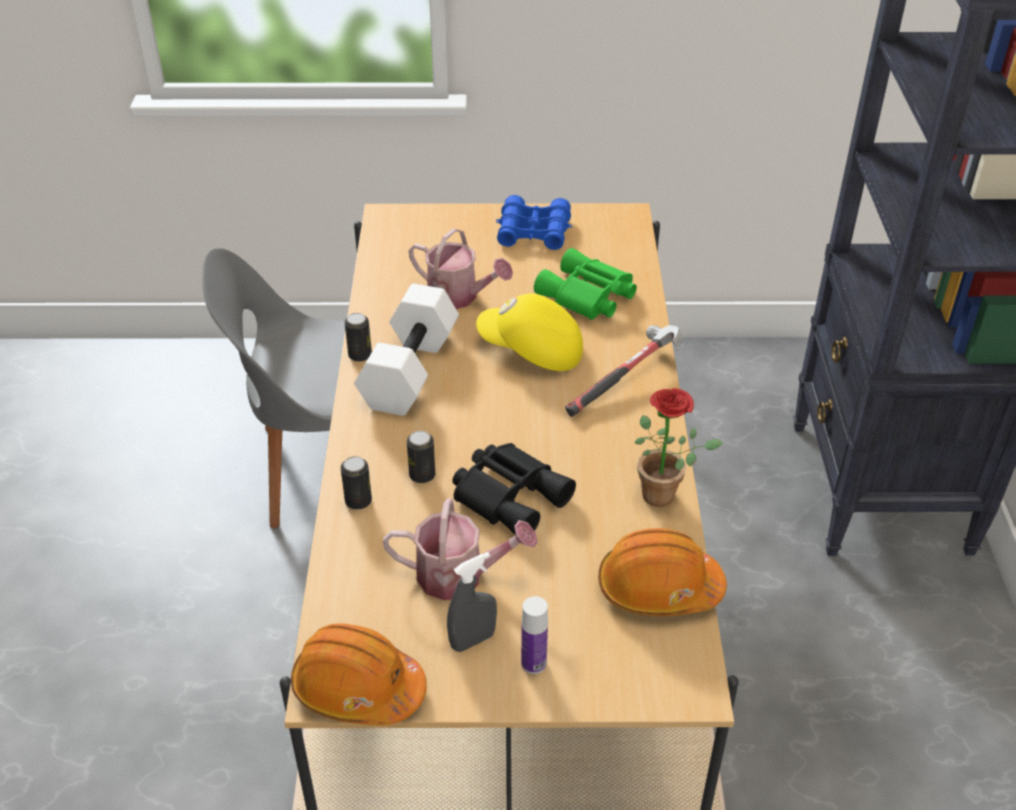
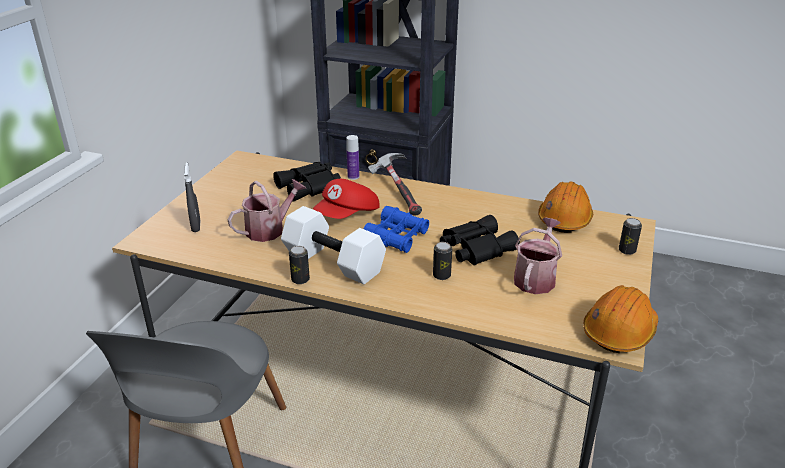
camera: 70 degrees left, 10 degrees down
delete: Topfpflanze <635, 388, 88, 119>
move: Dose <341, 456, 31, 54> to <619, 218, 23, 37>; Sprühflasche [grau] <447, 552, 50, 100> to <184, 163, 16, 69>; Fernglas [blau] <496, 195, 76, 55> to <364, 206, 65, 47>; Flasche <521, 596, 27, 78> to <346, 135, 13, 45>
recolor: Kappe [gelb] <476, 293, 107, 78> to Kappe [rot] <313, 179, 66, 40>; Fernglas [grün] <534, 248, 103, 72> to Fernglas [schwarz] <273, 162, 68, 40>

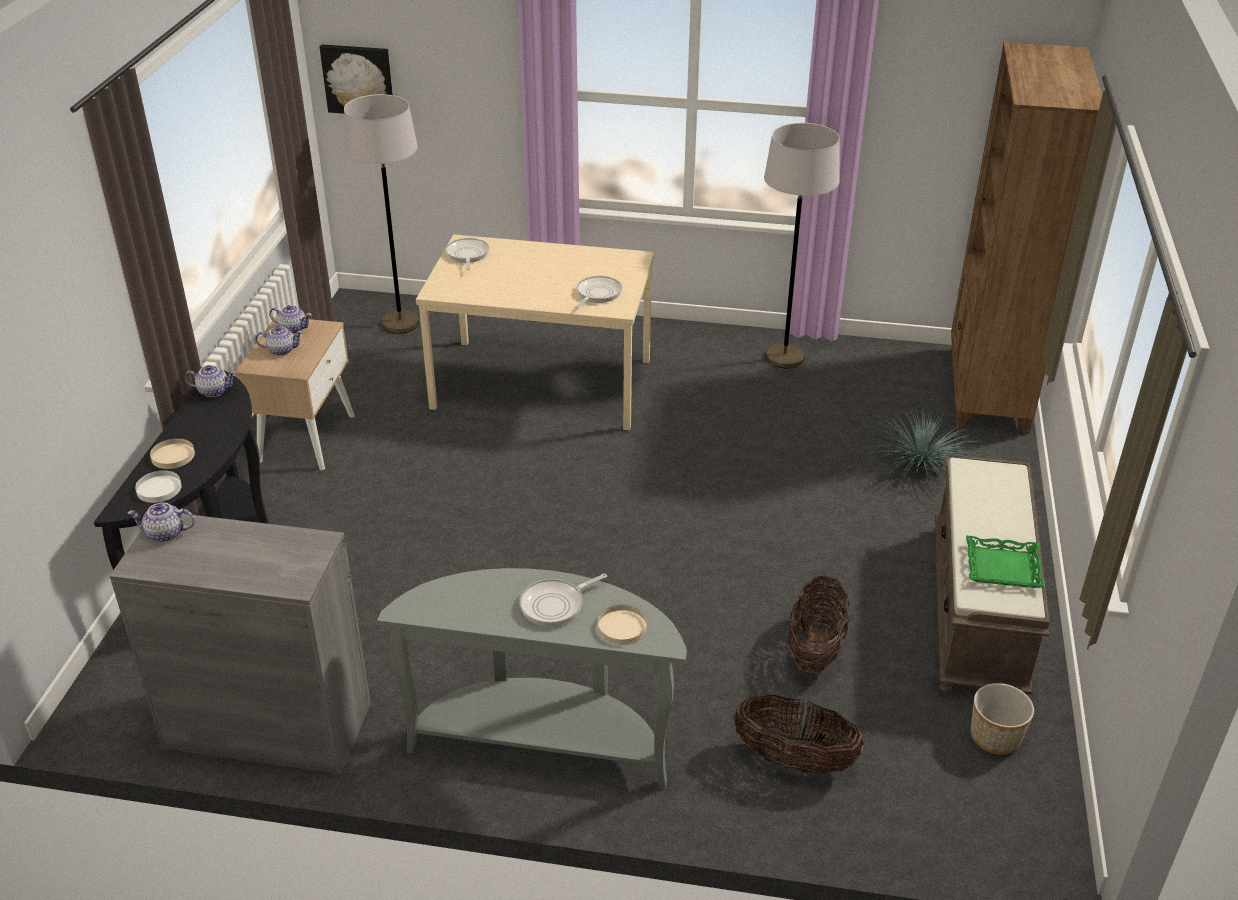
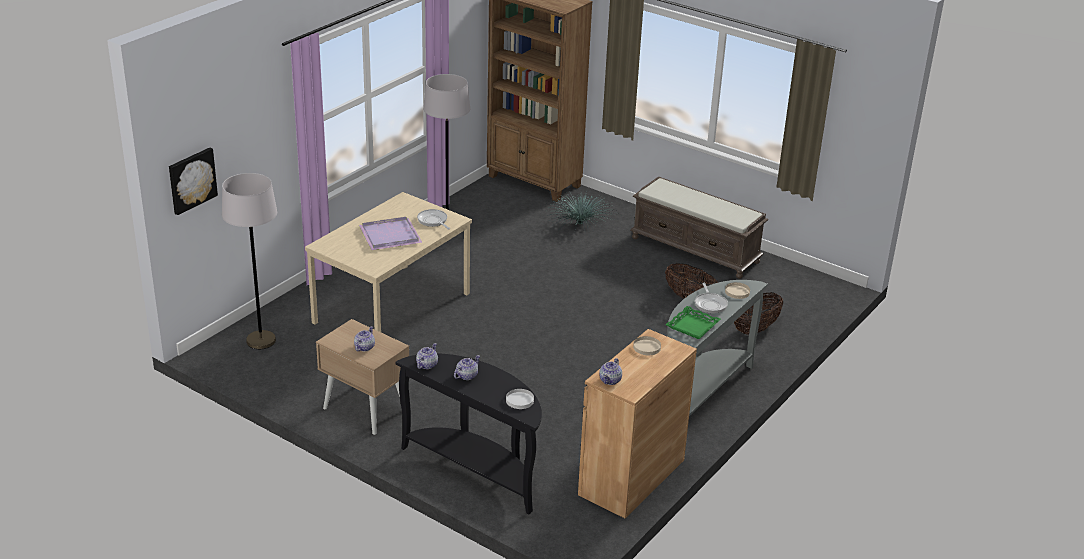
camera: 65 degrees left, 5 degrees down
delete: Pfanne <446, 238, 43, 32>; Pflanzkübel <971, 683, 63, 72>
insert: Tablett [lila] <359, 217, 63, 33>
move: Teller [beige] <150, 438, 45, 31> to <633, 336, 28, 19>; Teekanne <269, 305, 43, 29> to <454, 355, 26, 25>; Tablett [grün] <966, 536, 79, 52> to <666, 306, 55, 33>
recolor: Schrank [grau] <110, 514, 261, 260> to Schrank [braun] <578, 329, 119, 189>

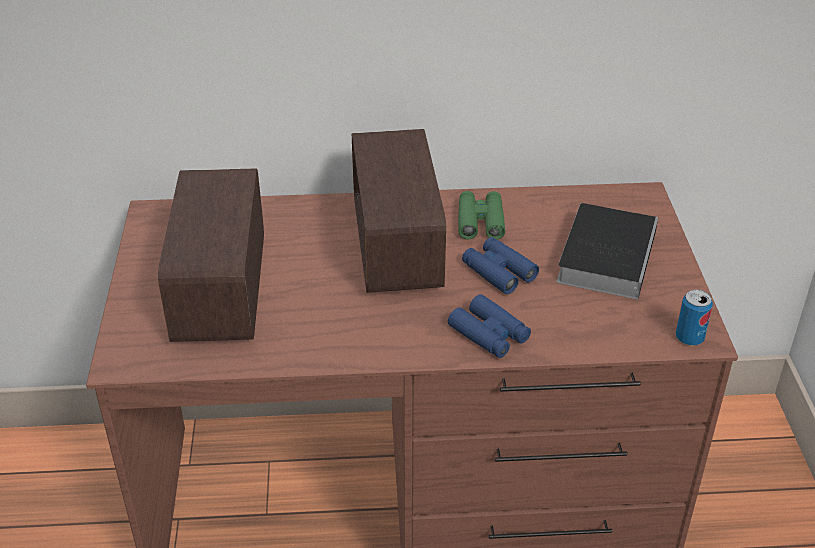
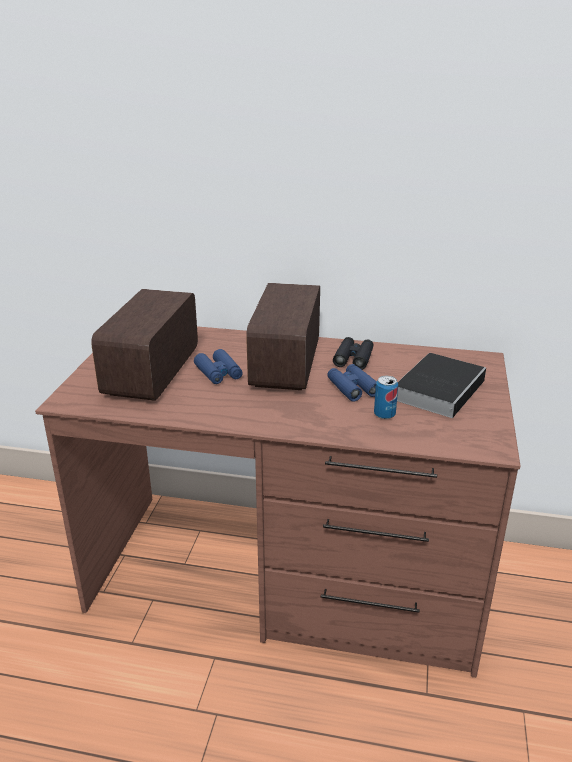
camera: 15 degrees right, 10 degrees down
move: Fernglas [blau] <448, 294, 83, 64> to <194, 349, 49, 35>; Dose <675, 290, 38, 56> to <374, 376, 24, 43>
recolor: Fernglas [grün] <458, 191, 47, 49> to Fernglas [schwarz] <333, 337, 41, 33>

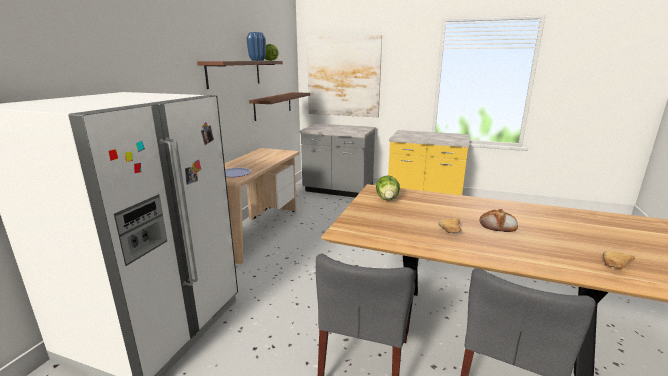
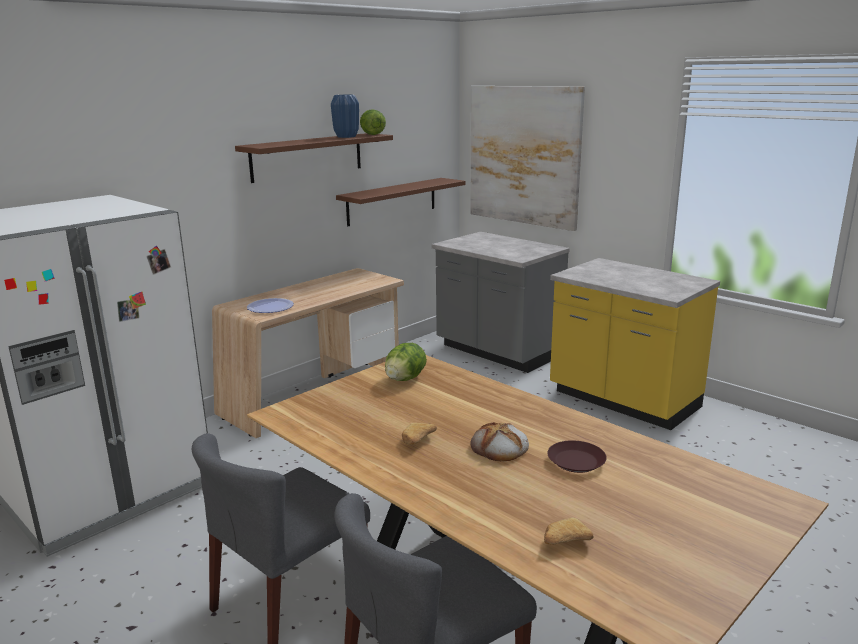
camera: 25 degrees right, 0 degrees up
insert: Teller [braun] <547, 440, 60, 33>

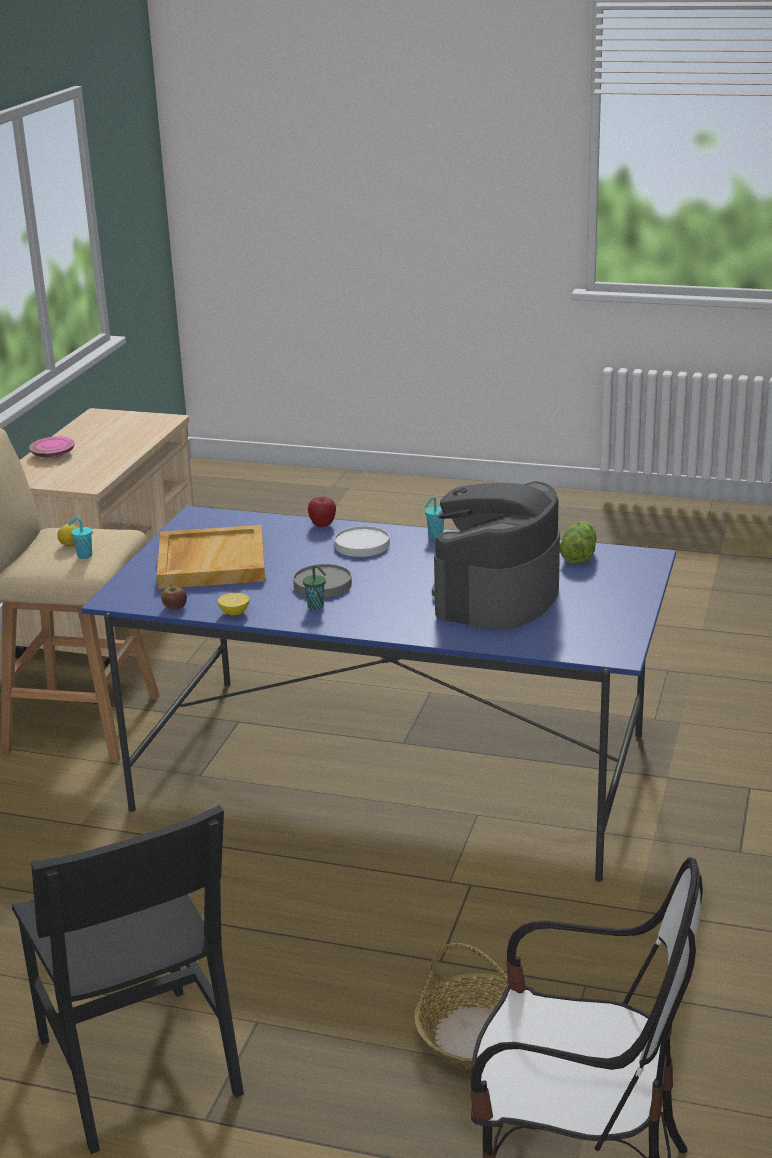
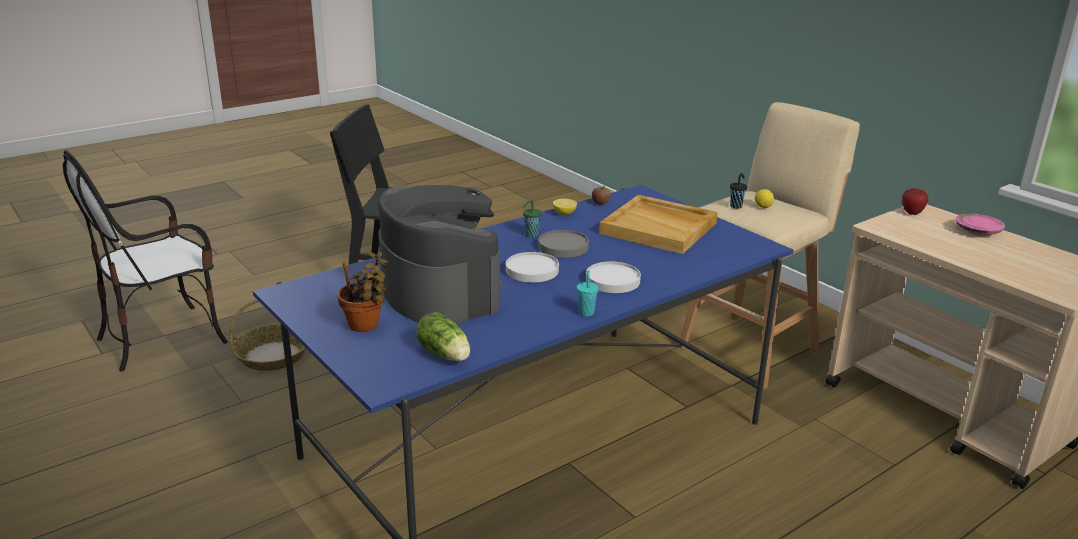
camera: 125 degrees right, 0 degrees up
insert: Topfpflanze <337, 251, 51, 81>; Teller [weiß] <506, 252, 53, 30>
move: Apfel <308, 497, 28, 30> to <902, 188, 27, 27>
recolor: Tasse [türkis] <68, 517, 25, 42> to Tasse [schwarz] <730, 173, 17, 36>

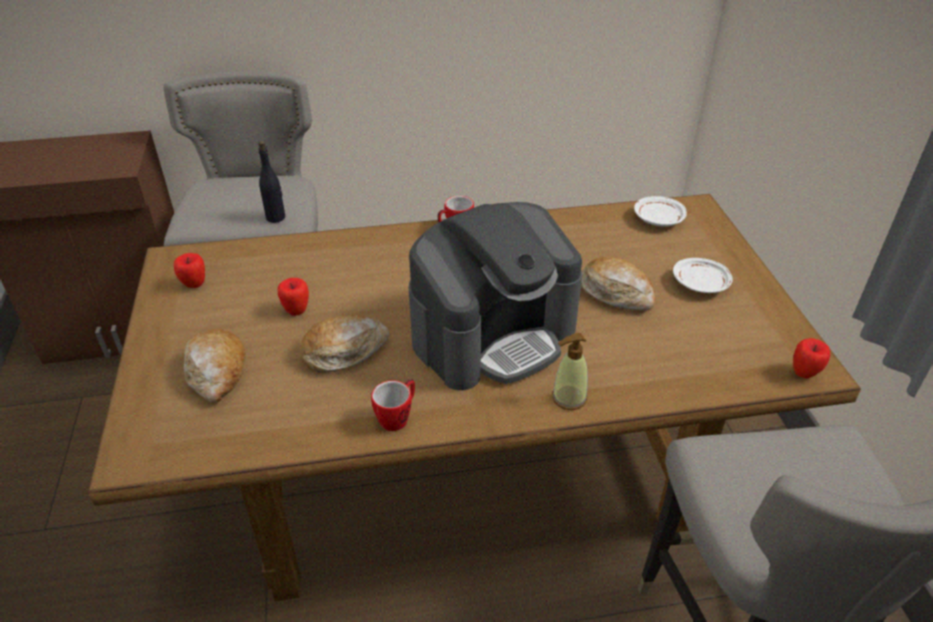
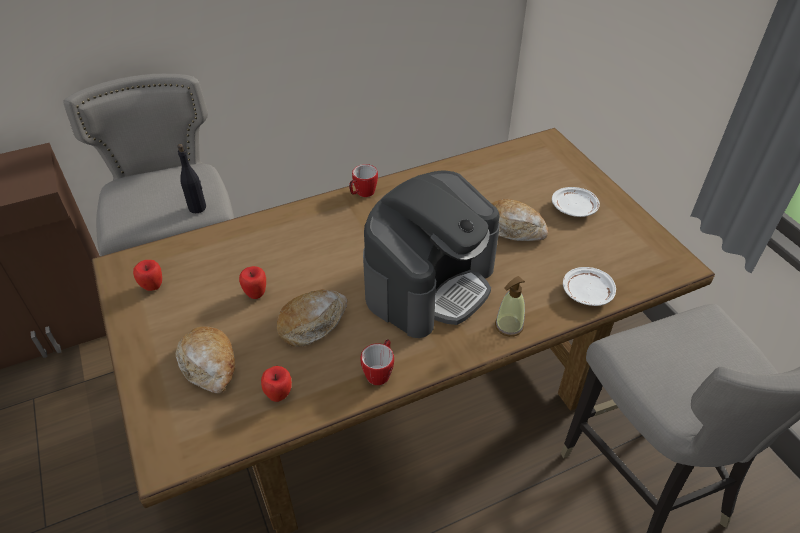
camera: 15 degrees left, 5 degrees up
move: Teller [weiß] <634, 196, 53, 31> to <563, 267, 53, 39>; Apfel <793, 338, 37, 40> to <261, 366, 31, 36>

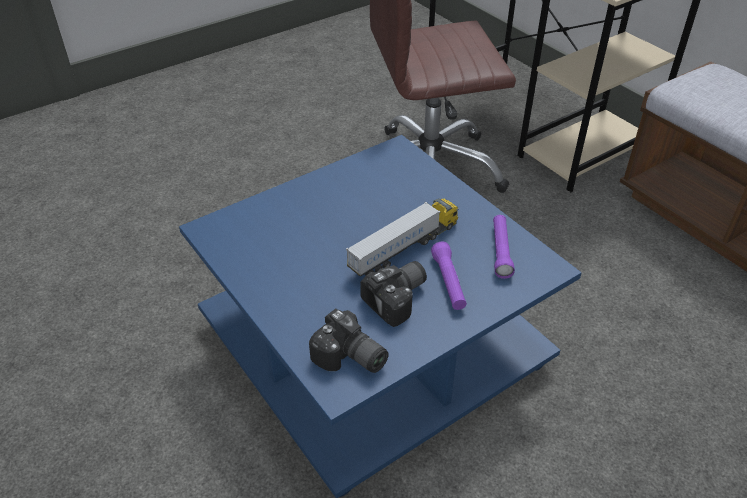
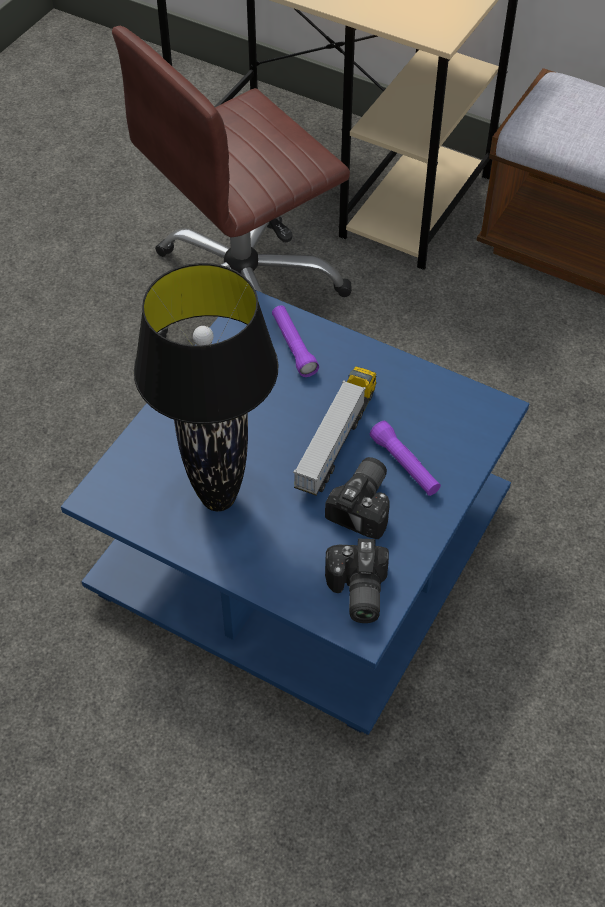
camera: 25 degrees left, 10 degrees up
insert: Tischlampe [schwarz] <134, 263, 145, 248>
move: Taschenlampe [lila] <493, 215, 22, 64> to <272, 305, 47, 72>
rotate: Kamera <309, 309, 80, 64> = <325, 539, 64, 84> 75 degrees clockwise

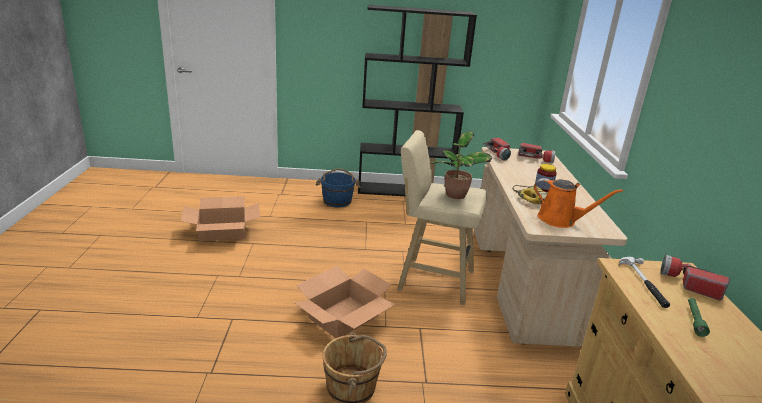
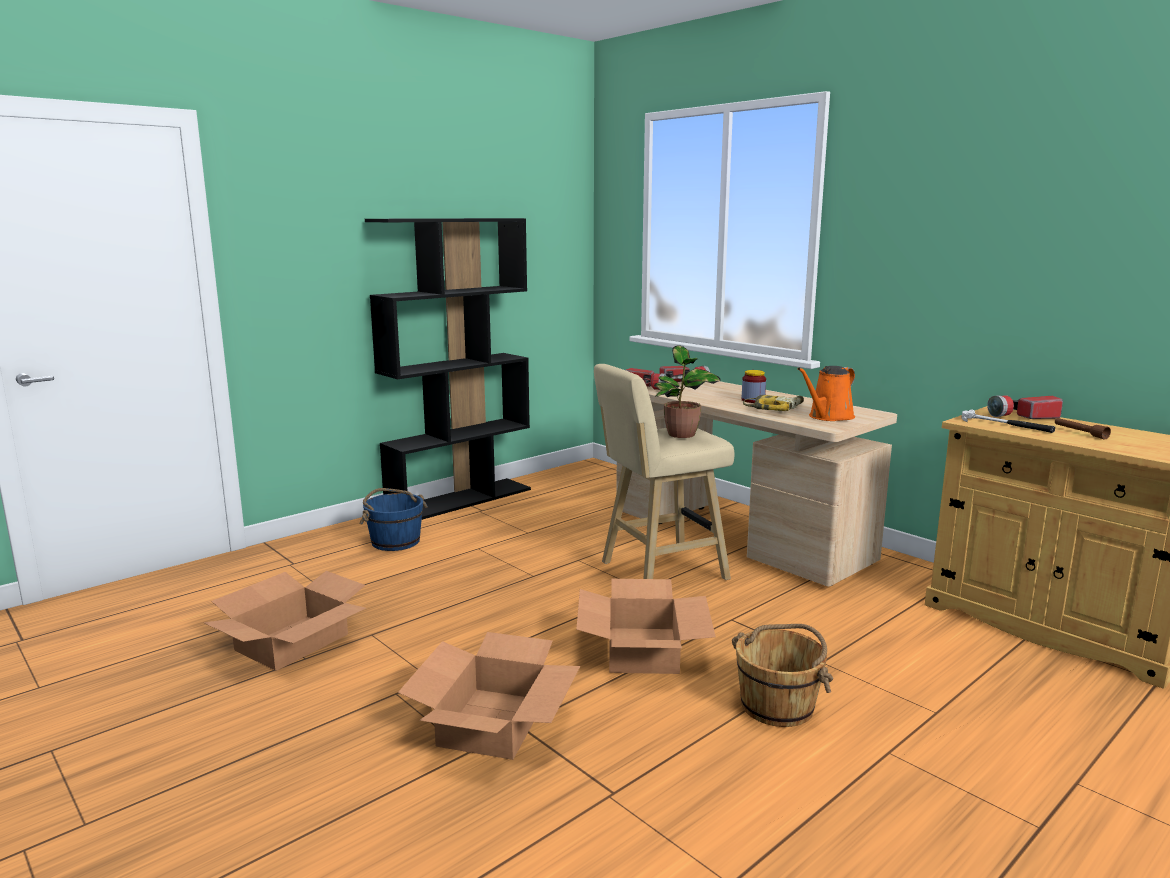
camera: 40 degrees left, 10 degrees down
insert: Karton <398, 632, 182, 128>
recolor: Taschenlampe [grün] <688, 298, 22, 39> to Taschenlampe [braun] <1055, 418, 56, 21>
rotate: Gießkanne [orange] <534, 178, 89, 50> = <798, 366, 57, 55> 150 degrees clockwise

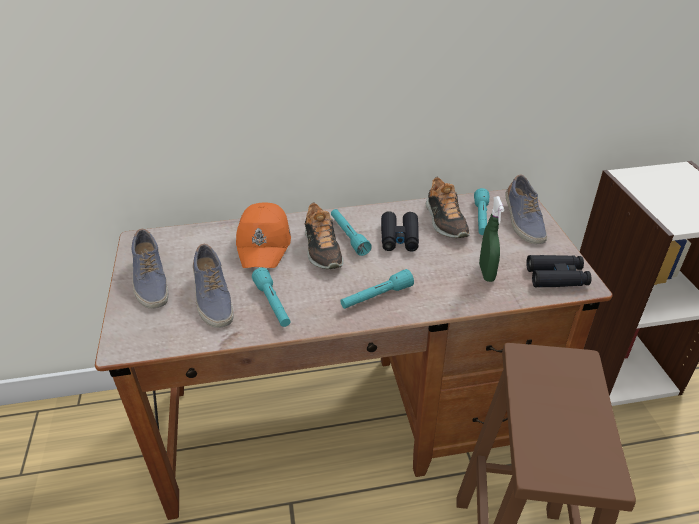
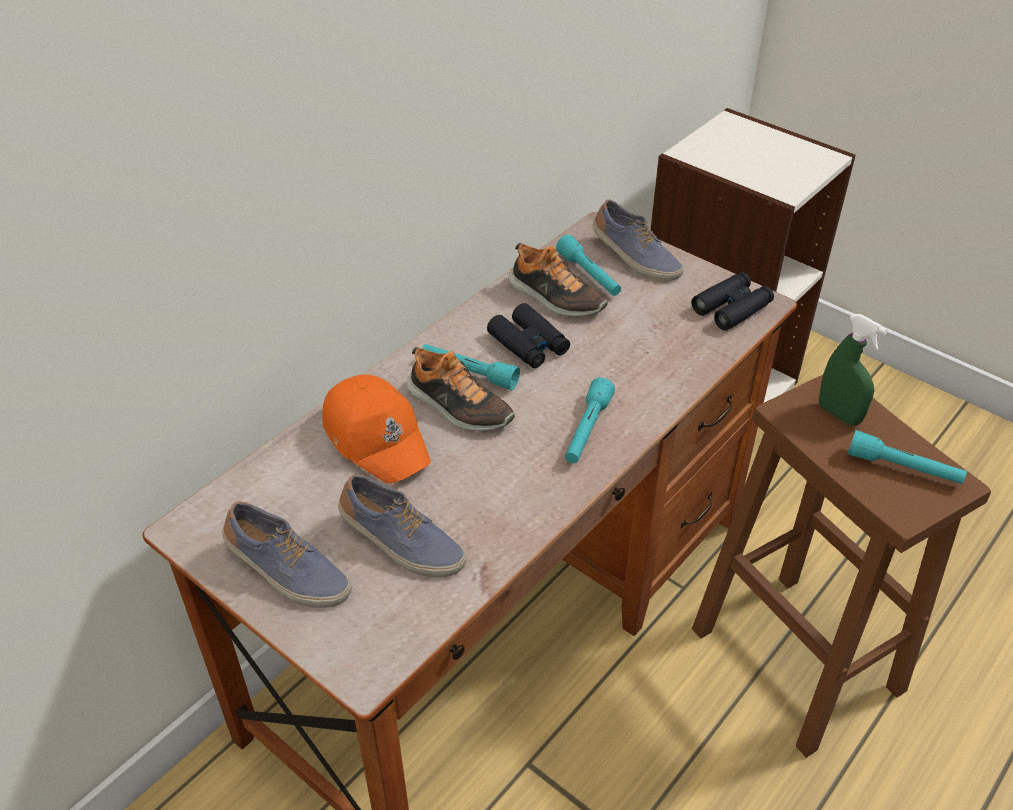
camera: 40 degrees left, 5 degrees up
move: Taschenlampe [türkis] <252, 268, 38, 59> to <848, 430, 119, 54>; Sprühflasche [grün] <479, 196, 25, 86> to <819, 314, 68, 112>

